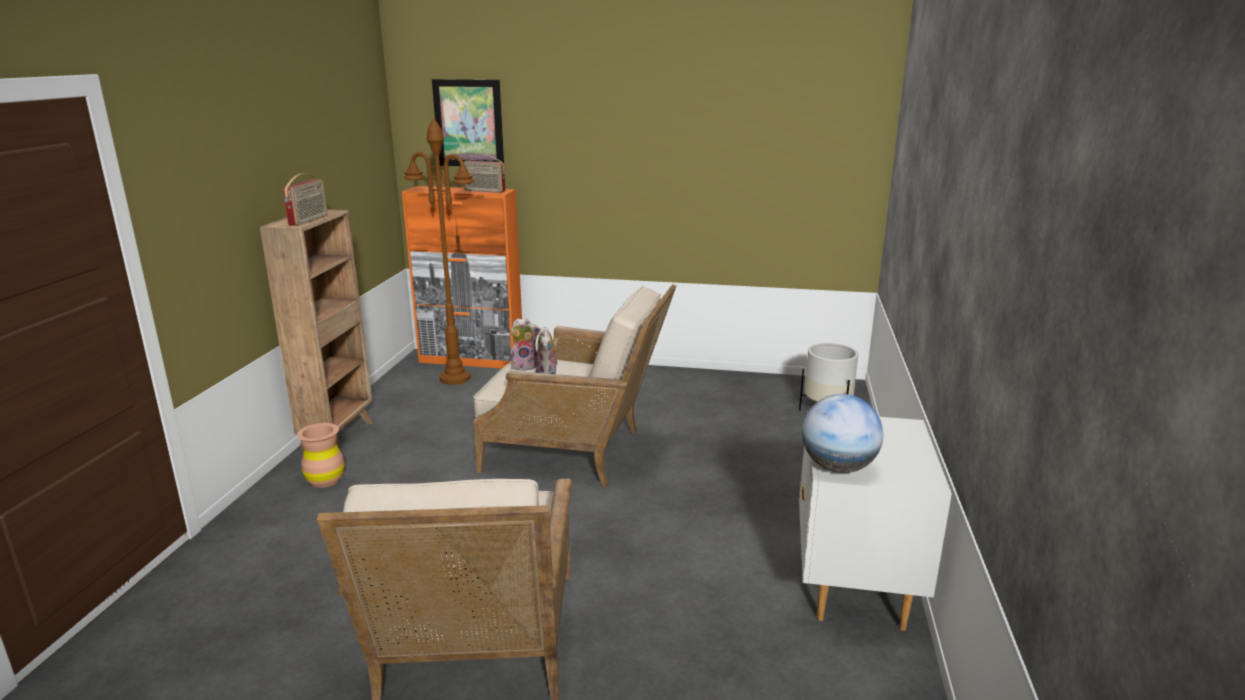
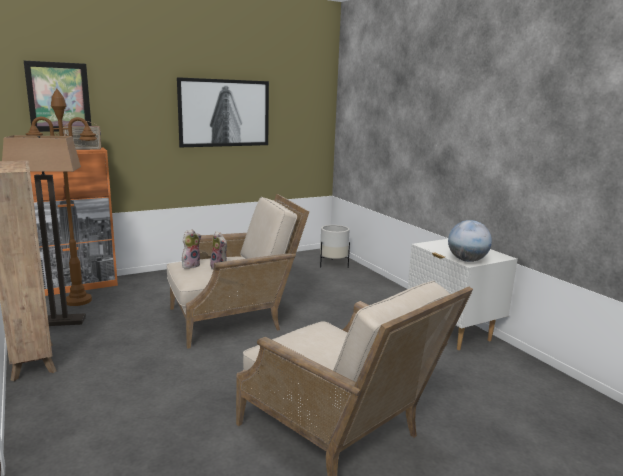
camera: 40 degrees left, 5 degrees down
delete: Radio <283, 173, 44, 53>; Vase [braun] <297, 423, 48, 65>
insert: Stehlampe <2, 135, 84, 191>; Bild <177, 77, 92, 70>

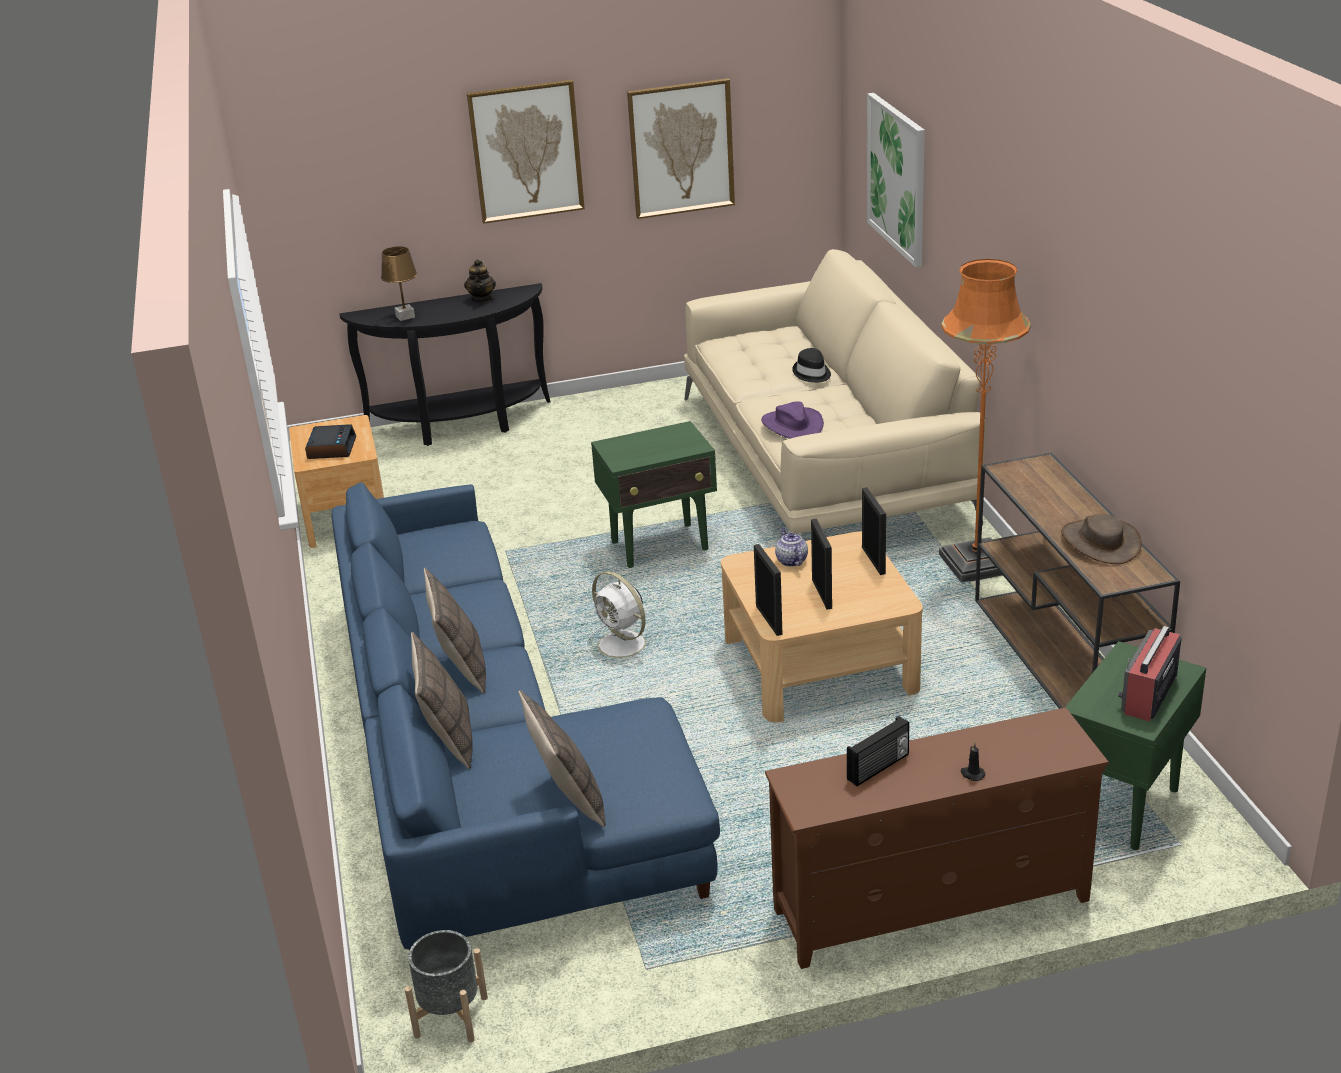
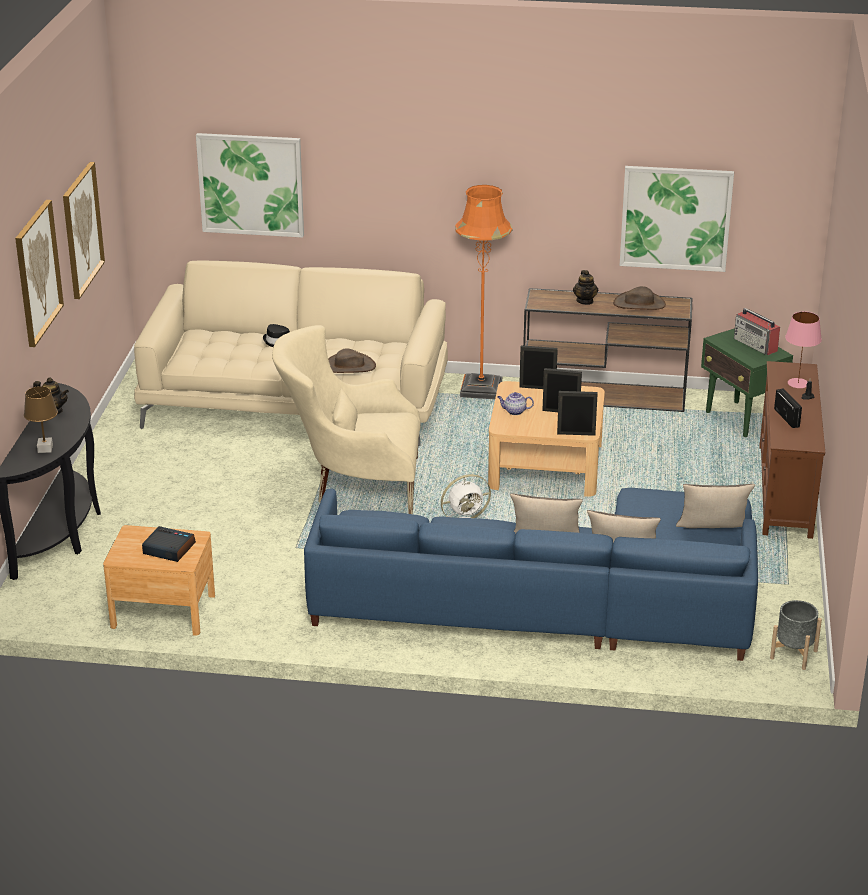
camera: 70 degrees left, 0 degrees up
insert: Teekanne <573, 270, 25, 35>; Bild <620, 166, 114, 106>; Tischlampe [rosa] <785, 311, 37, 77>
replace: Beistelltisch [grün] <591, 421, 126, 147> to Sessel [beige] <272, 325, 148, 189>
recolor: Hut [lila] <761, 401, 63, 38> to Hut [braun] <328, 348, 48, 25>

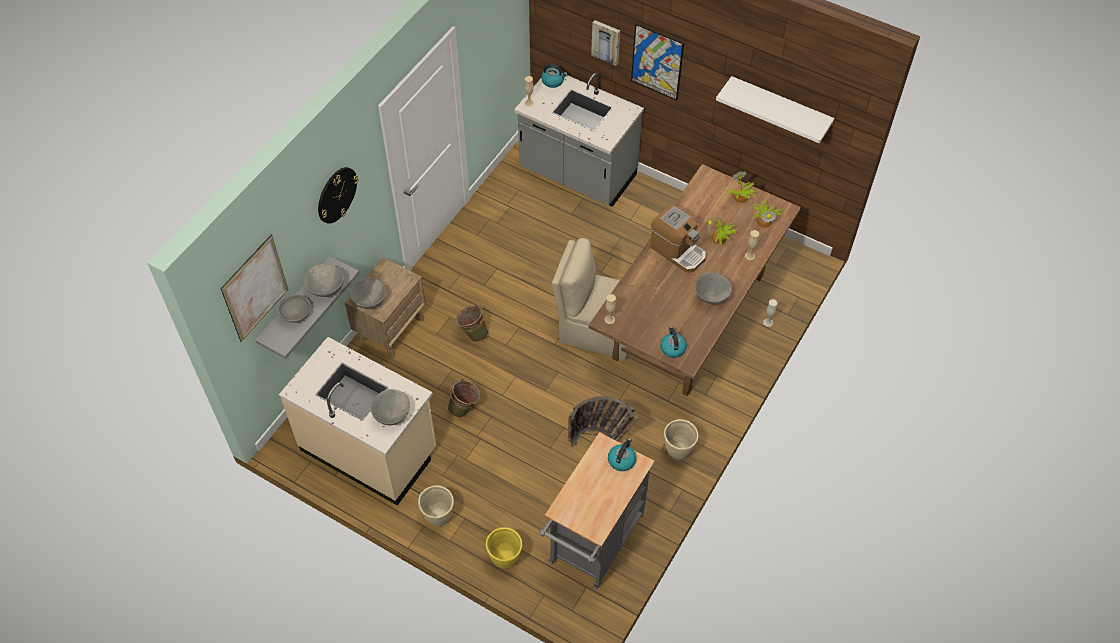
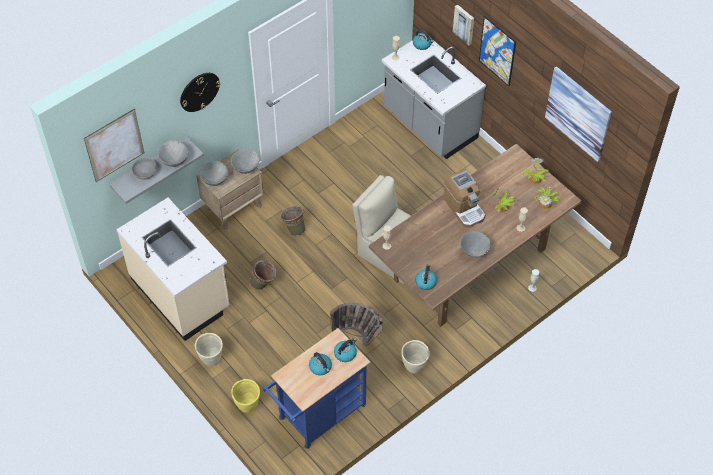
camera: 20 degrees right, 0 degrees up
insert: Wasserkessel <309, 352, 23, 23>
move: Schüssel [grau] <370, 389, 40, 36> to <231, 149, 29, 25>
replace: Wandregal [weiß] <716, 76, 118, 67> to Bild <545, 66, 67, 96>
recolor: Rollwagen [grau] <539, 432, 116, 157> to Rollwagen [blau] <263, 328, 107, 121>

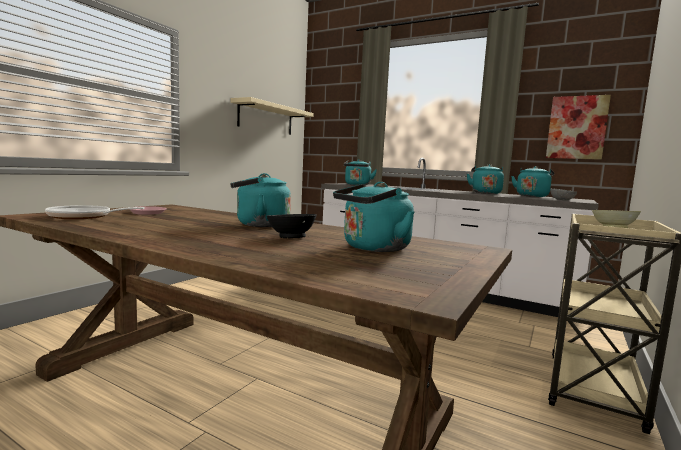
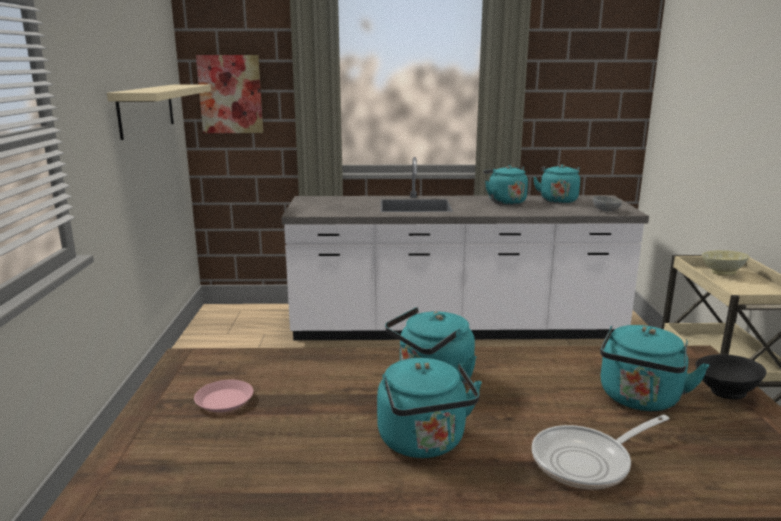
camera: 30 degrees left, 10 degrees up
move: Pfanne <45, 205, 100, 14> to <532, 415, 138, 74>; Schüssel [schwarz] <267, 214, 50, 24> to <695, 354, 72, 46>; Wasserkessel [türkis] <344, 159, 33, 26> to <377, 358, 105, 100>; Bild <546, 95, 65, 65> to <196, 55, 67, 78>

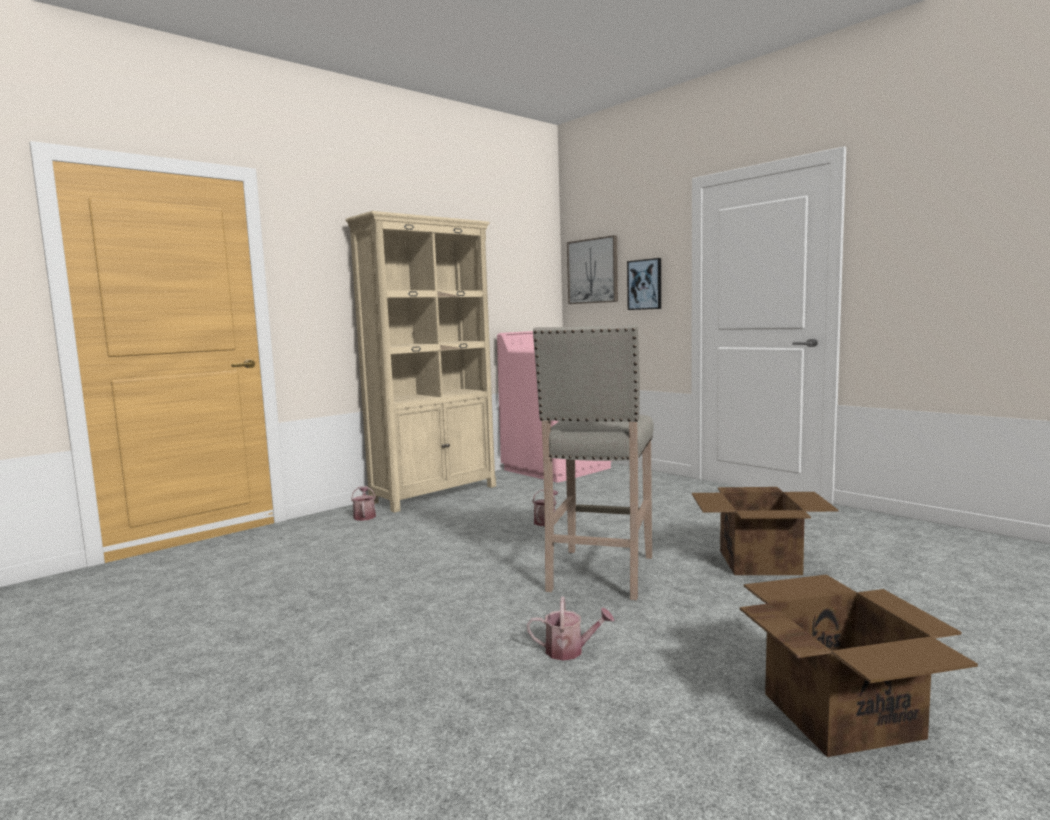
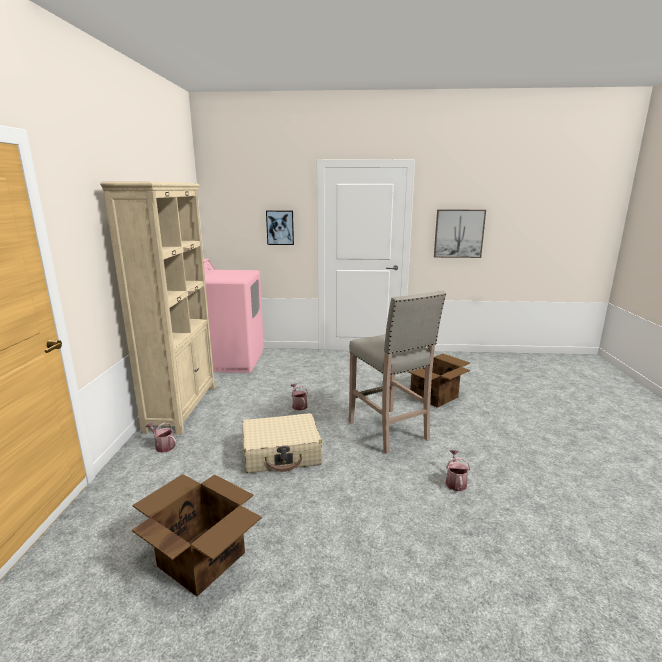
camera: 45 degrees left, 10 degrees up
insert: Koffer [beige] <242, 413, 80, 60>
move: Bild <567, 235, 51, 69> to <434, 210, 52, 48>; Karton <740, 575, 238, 182> to <132, 474, 130, 123>
rotate: Gießkanne <527, 596, 88, 64> = <446, 450, 24, 41> 45 degrees counterclockwise

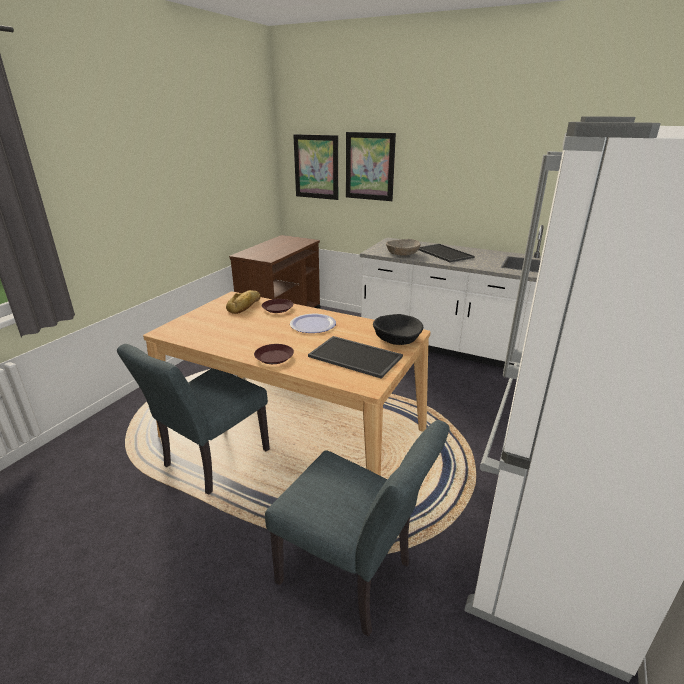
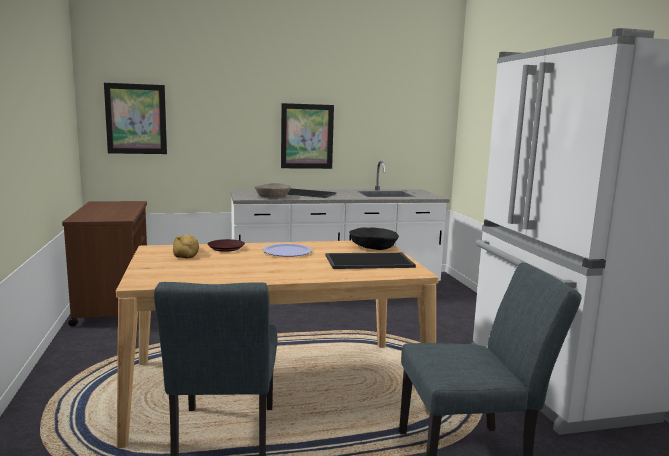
camera: 40 degrees left, 15 degrees down
delete: Teller [braun] <254, 344, 40, 20>
move: Bild <346, 132, 50, 69> to <281, 103, 53, 66>

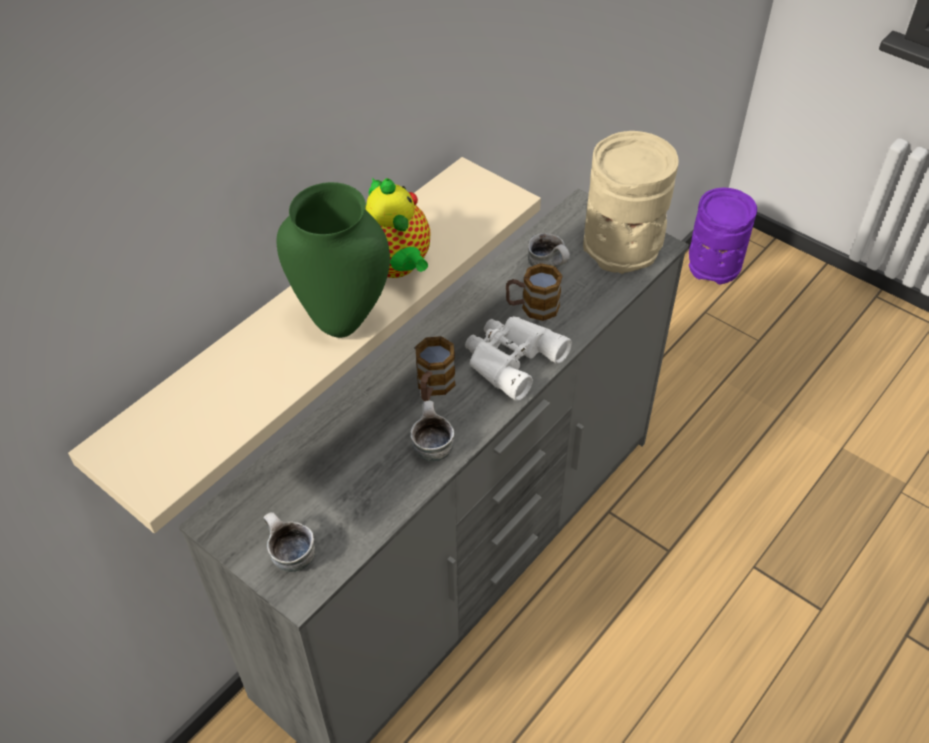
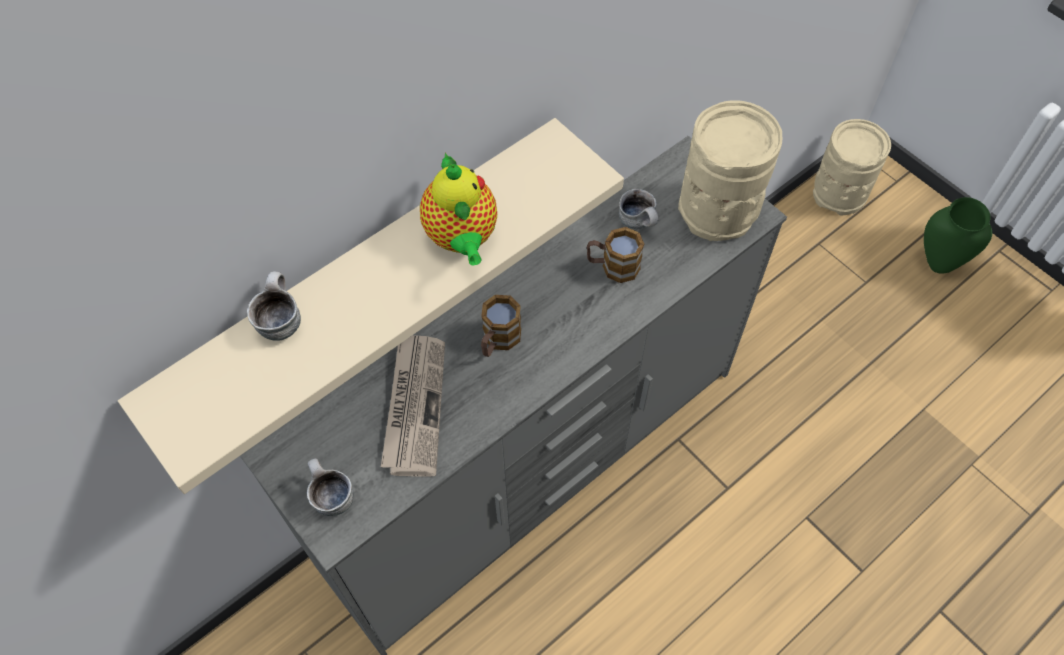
camera: 10 degrees right, 10 degrees up
delete: Fernglas [weiß] <465, 316, 107, 85>
insert: Zeitung <381, 335, 64, 142>
move: Vase [grün] <276, 182, 114, 156> to <924, 197, 68, 77>; Henkelbecher <410, 401, 44, 60> to <247, 271, 54, 70>
recolor: Vase [lila] <689, 188, 68, 96> to Vase [beige] <813, 119, 78, 97>

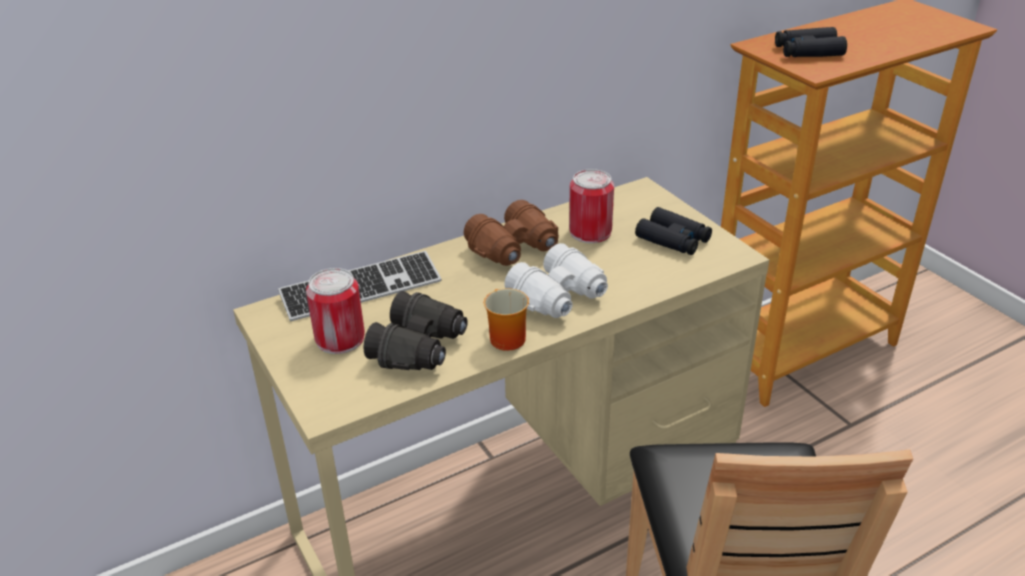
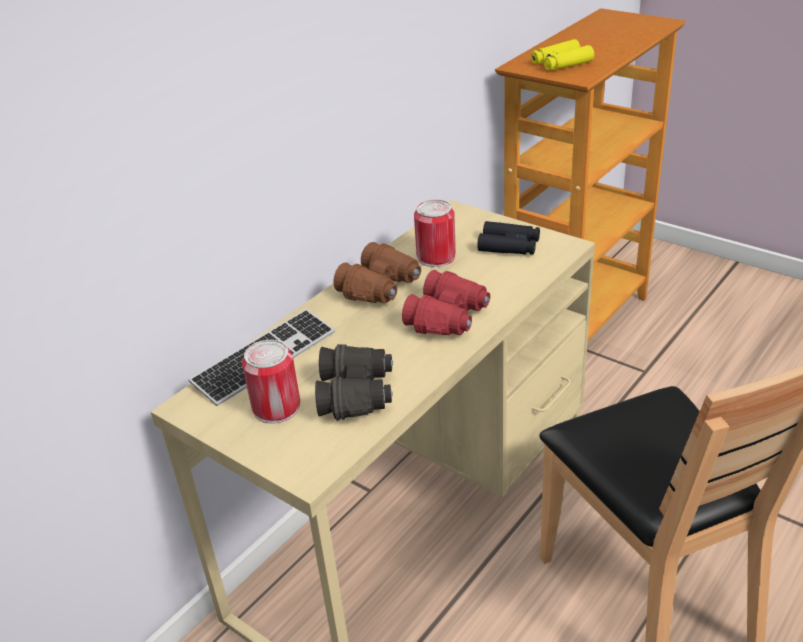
camera: 20 degrees left, 0 degrees up
delete: Henkelbecher <484, 288, 45, 63>
recolor: Fernglas [weiß] <504, 243, 104, 75> to Fernglas [rot] <402, 270, 88, 65>; Fernglas [schwarz] <775, 27, 72, 30> to Fernglas [gelb] <531, 39, 63, 32>

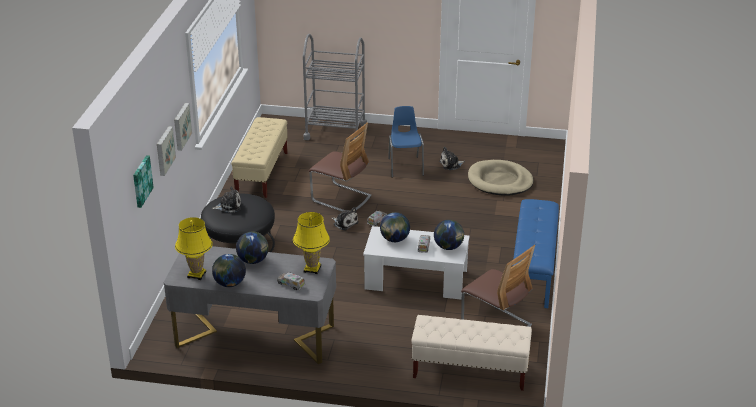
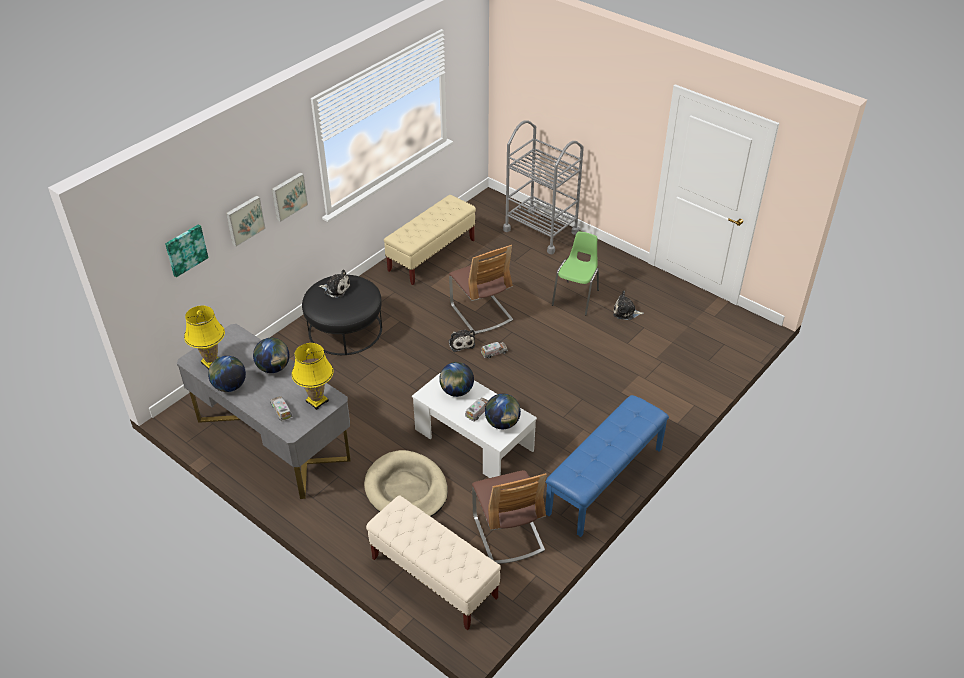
camera: 30 degrees right, 10 degrees up
move: Hundebett [beige] <468, 160, 66, 35> to <364, 450, 84, 67>
recolor: Stuhl [blau] <388, 106, 36, 71> to Stuhl [grün] <552, 231, 47, 84>

